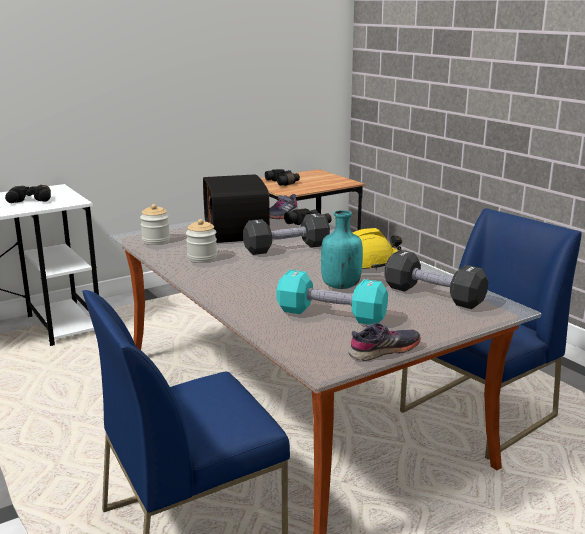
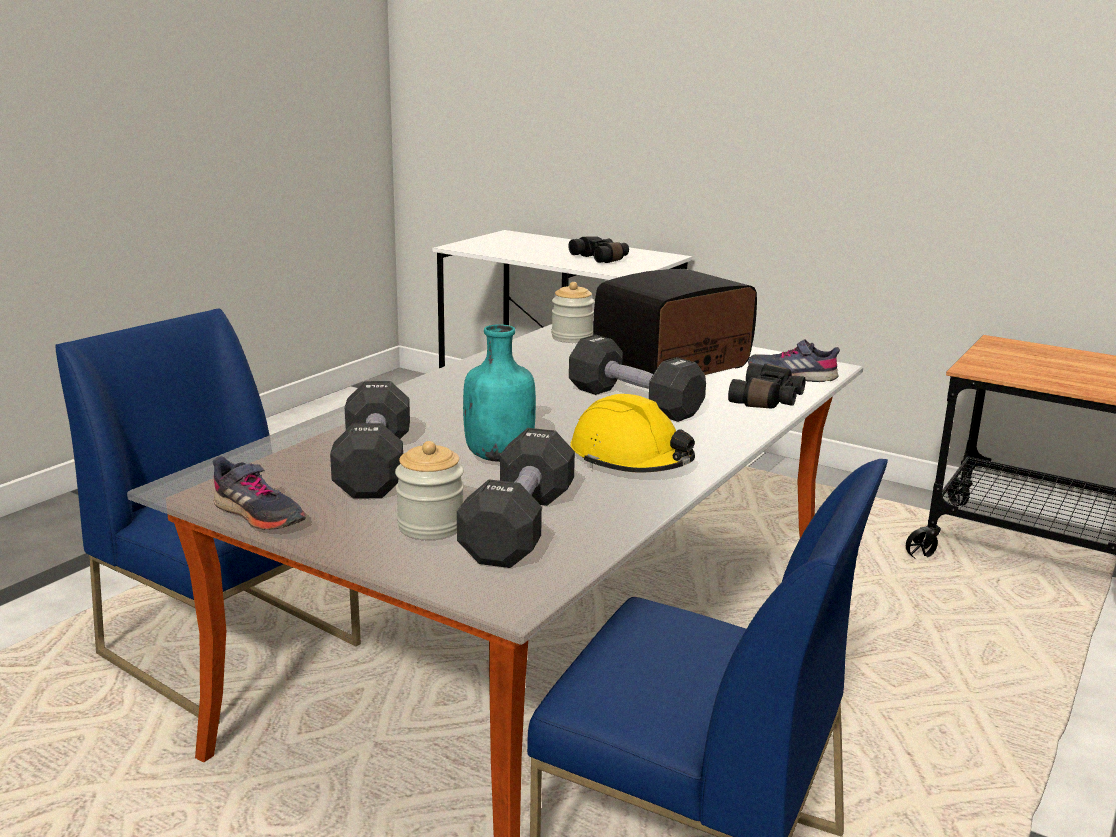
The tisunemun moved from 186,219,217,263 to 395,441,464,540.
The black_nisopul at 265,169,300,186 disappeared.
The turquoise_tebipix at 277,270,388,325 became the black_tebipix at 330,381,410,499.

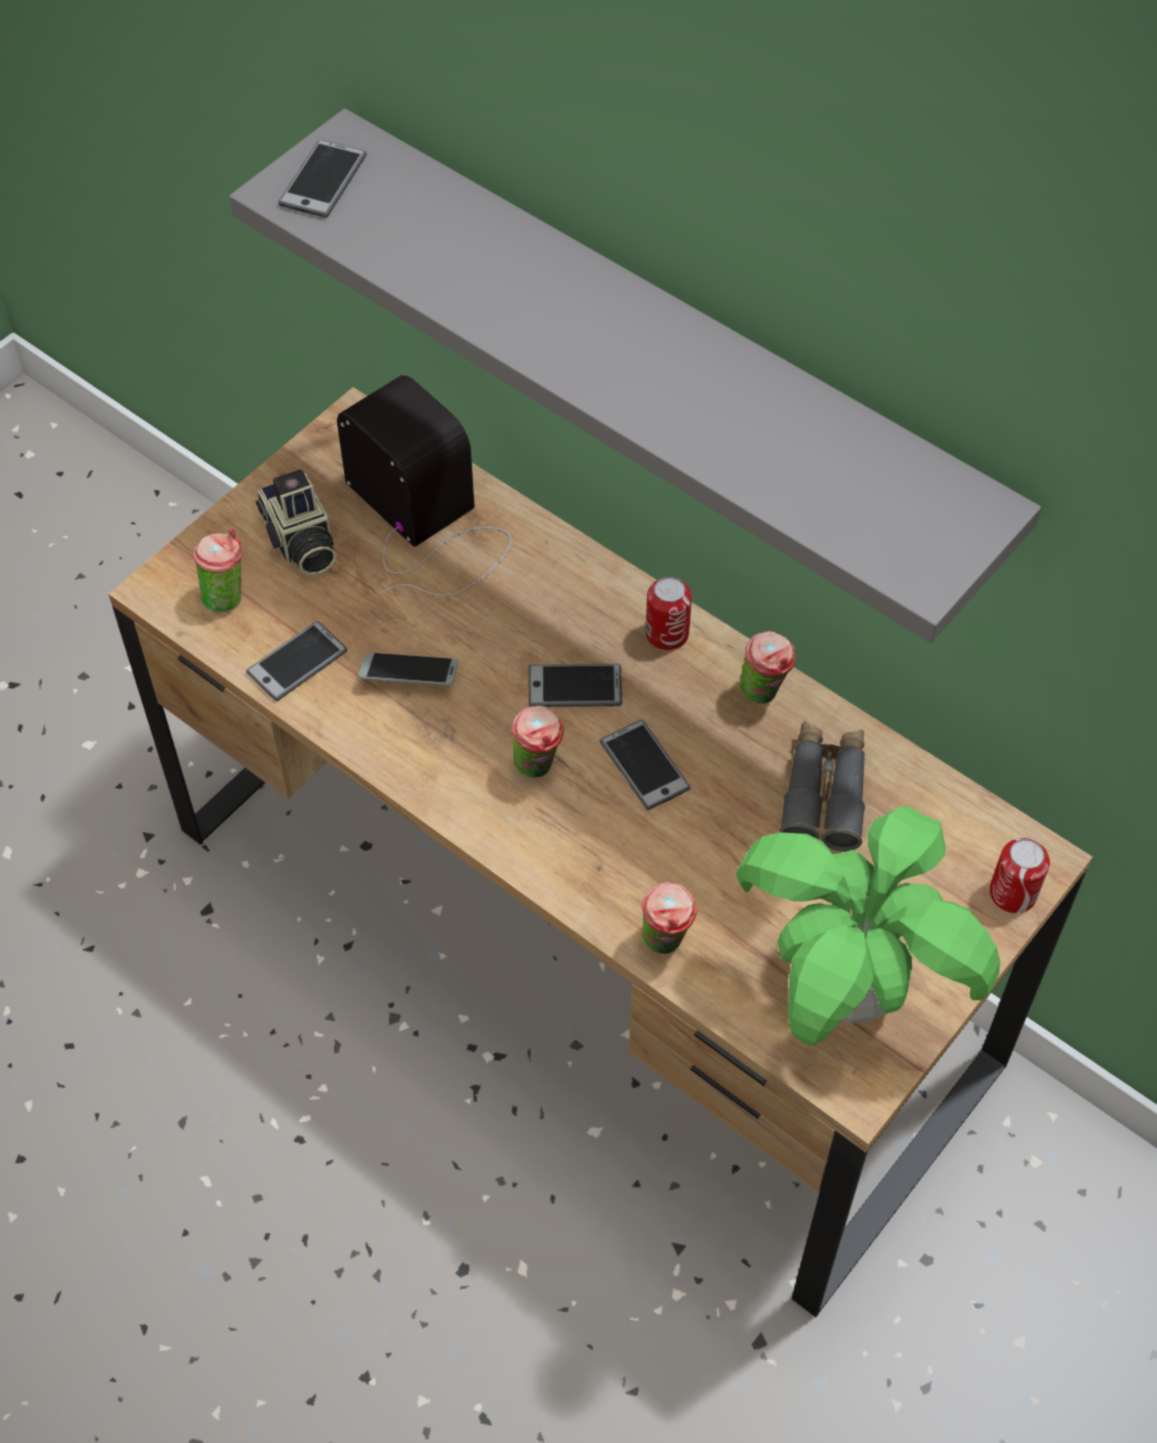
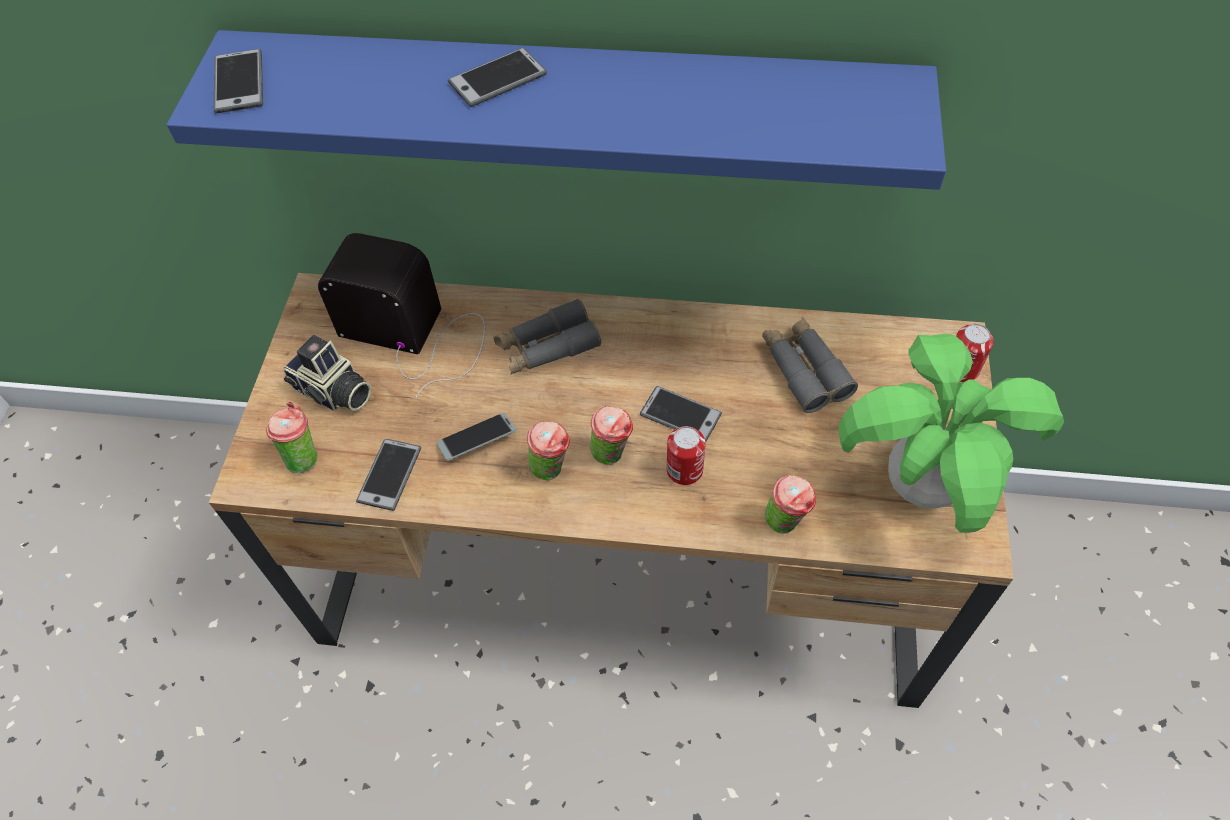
The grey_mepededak at 229,108,1041,643 became the blue_mepededak at 167,30,946,190.
The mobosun moved from 529,664,622,707 to 448,48,547,107.
The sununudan moved from 645,577,692,650 to 667,426,706,485.
The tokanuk moved from 740,631,796,704 to 527,421,570,480.
The grey_nisopul at 493,299,601,374 appeared.

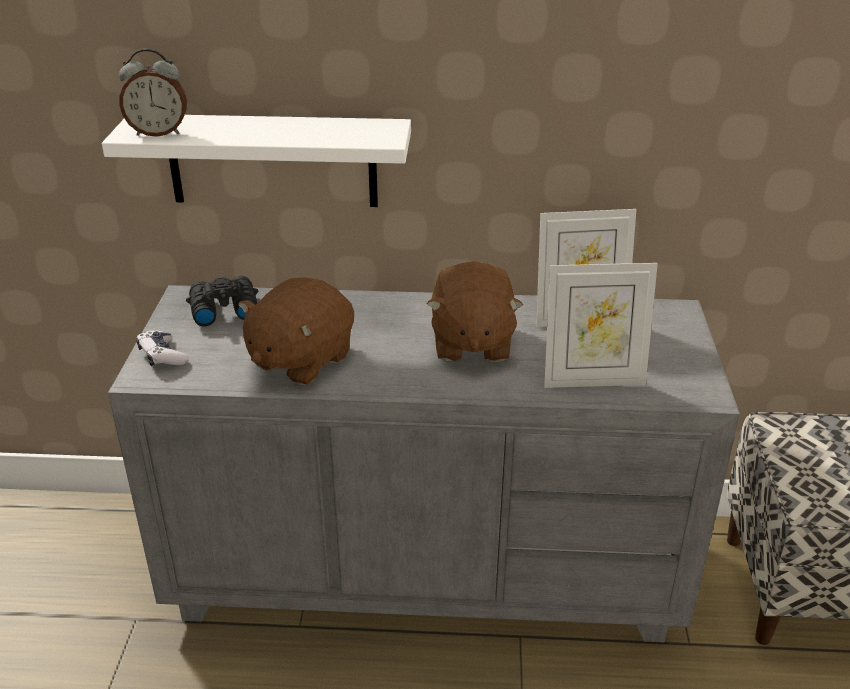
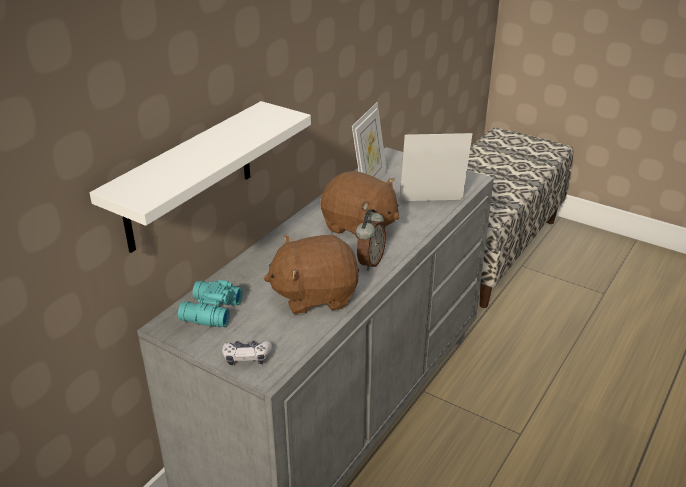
The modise moved from 119,48,187,137 to 356,209,386,271.
The black_nisopul at 186,276,258,326 became the turquoise_nisopul at 178,280,242,327.
The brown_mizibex at 238,277,354,385 turned 105 degrees clockwise.
The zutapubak at 544,263,658,388 turned 120 degrees counterclockwise.

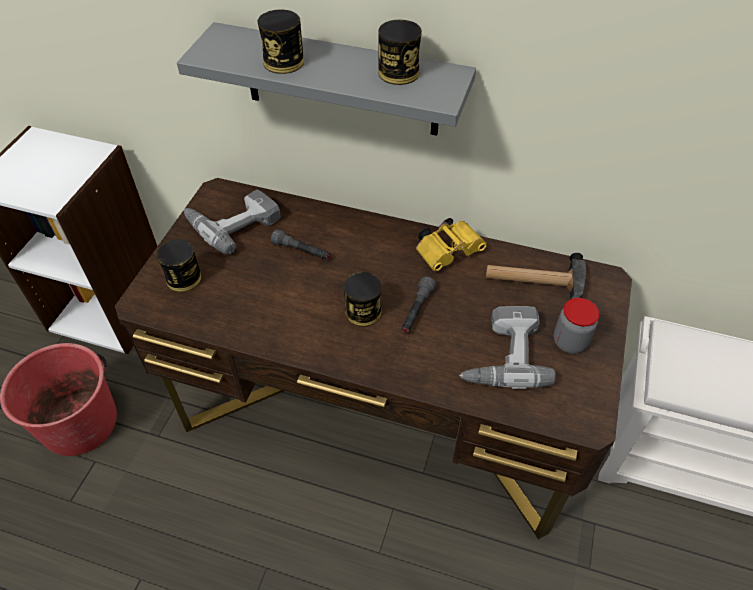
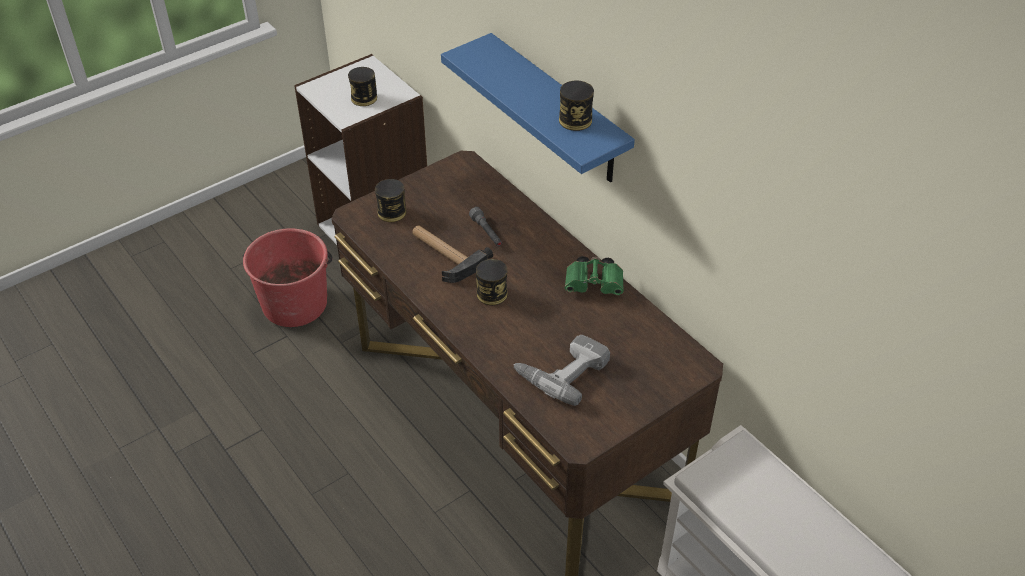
The grey_mepededak at 177,22,476,136 became the blue_mepededak at 441,33,635,182.
The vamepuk at 184,190,281,255 disappeared.
The sununudan moved from 257,9,304,74 to 348,67,377,106.
The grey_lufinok at 401,276,436,333 disappeared.
The yellow_nisopul at 416,218,487,271 became the green_nisopul at 565,256,624,295.
The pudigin moved from 485,253,586,299 to 412,225,493,283.
The tisunemun at 554,298,600,354 disappeared.

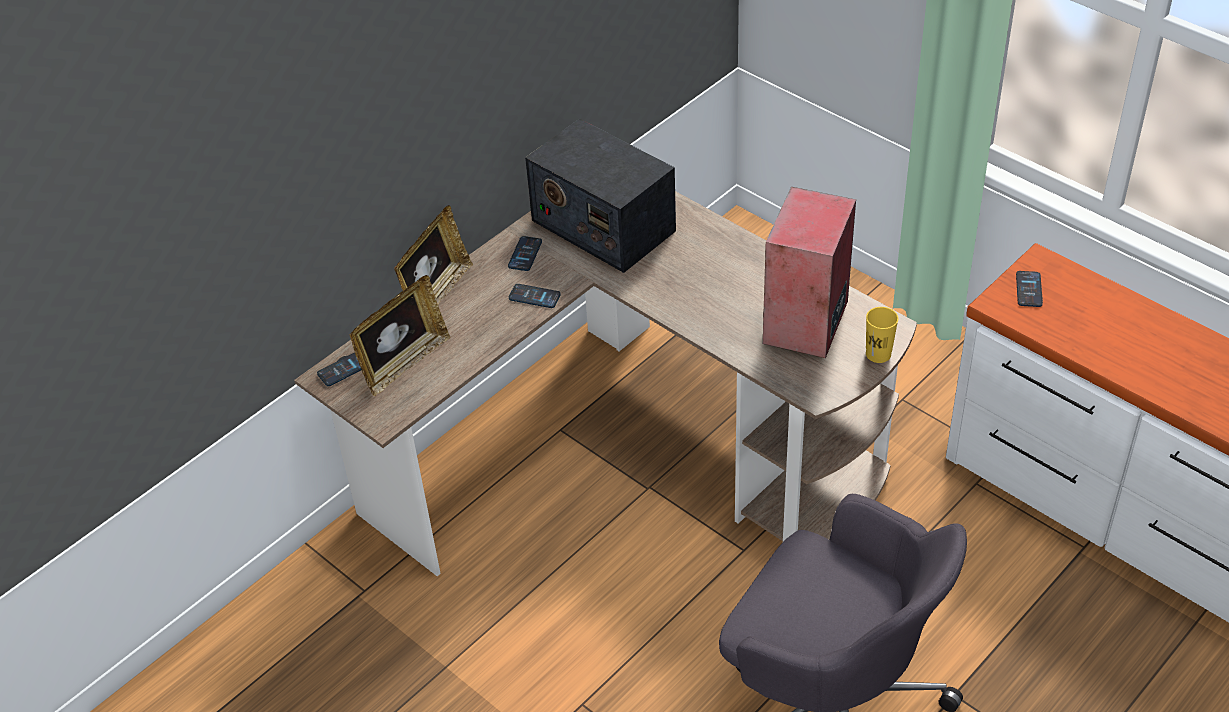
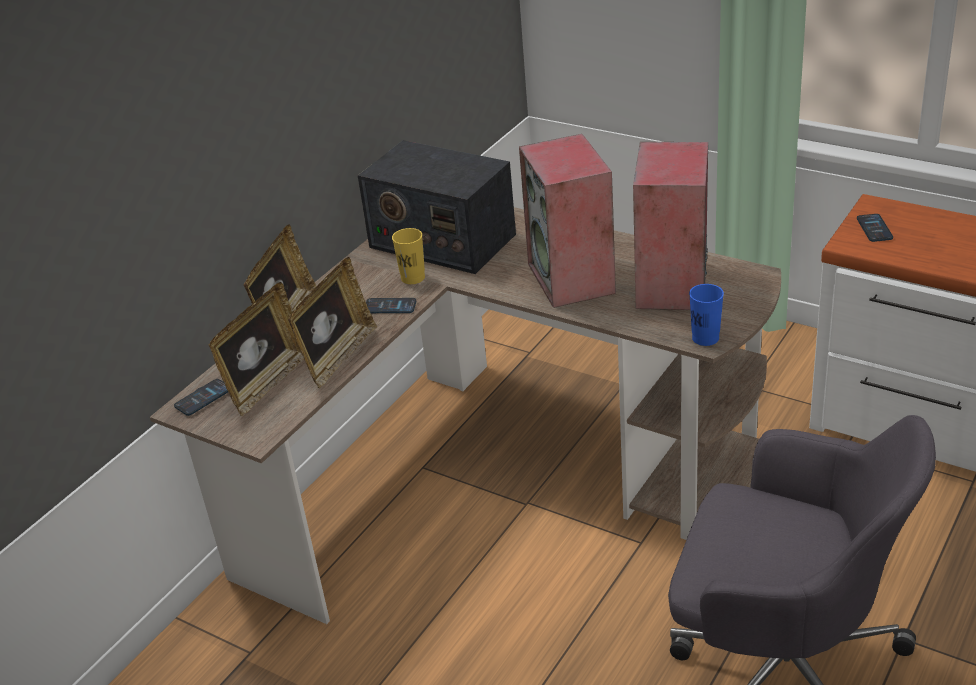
The mobosun at 508,236,542,271 disappeared.
The yellow_tokanuk moved from 866,307,898,363 to 392,228,425,284.
The zutapubak at 288,257,377,388 appeared.
The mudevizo at 519,134,616,308 appeared.
The blue_tokanuk at 689,284,724,346 appeared.

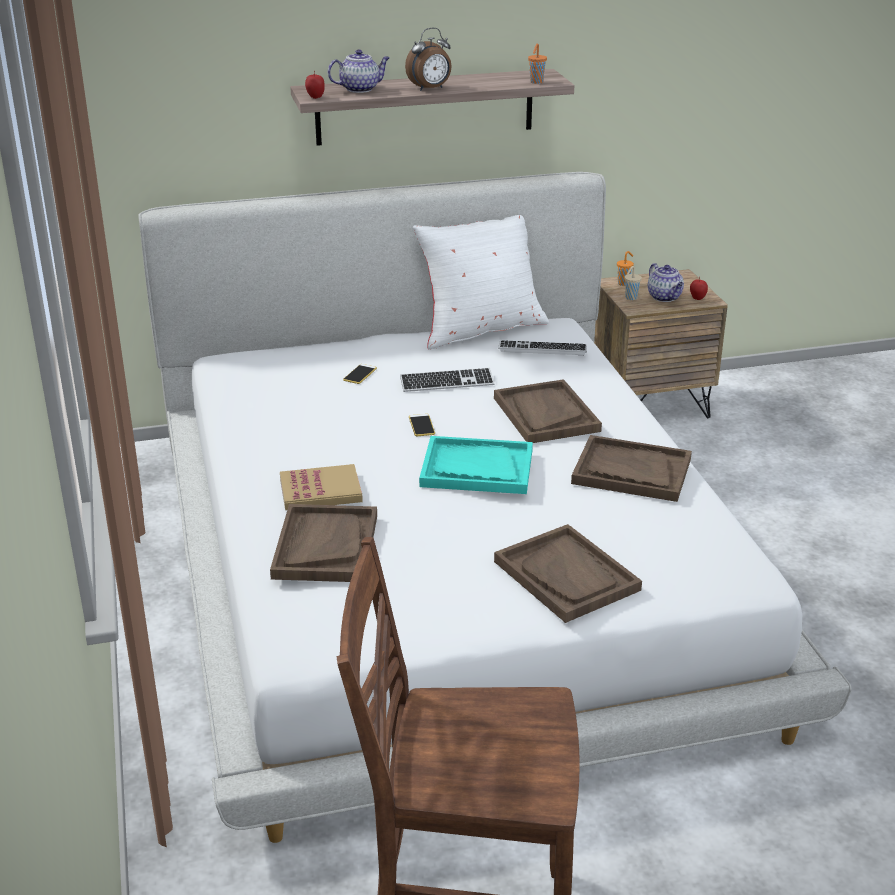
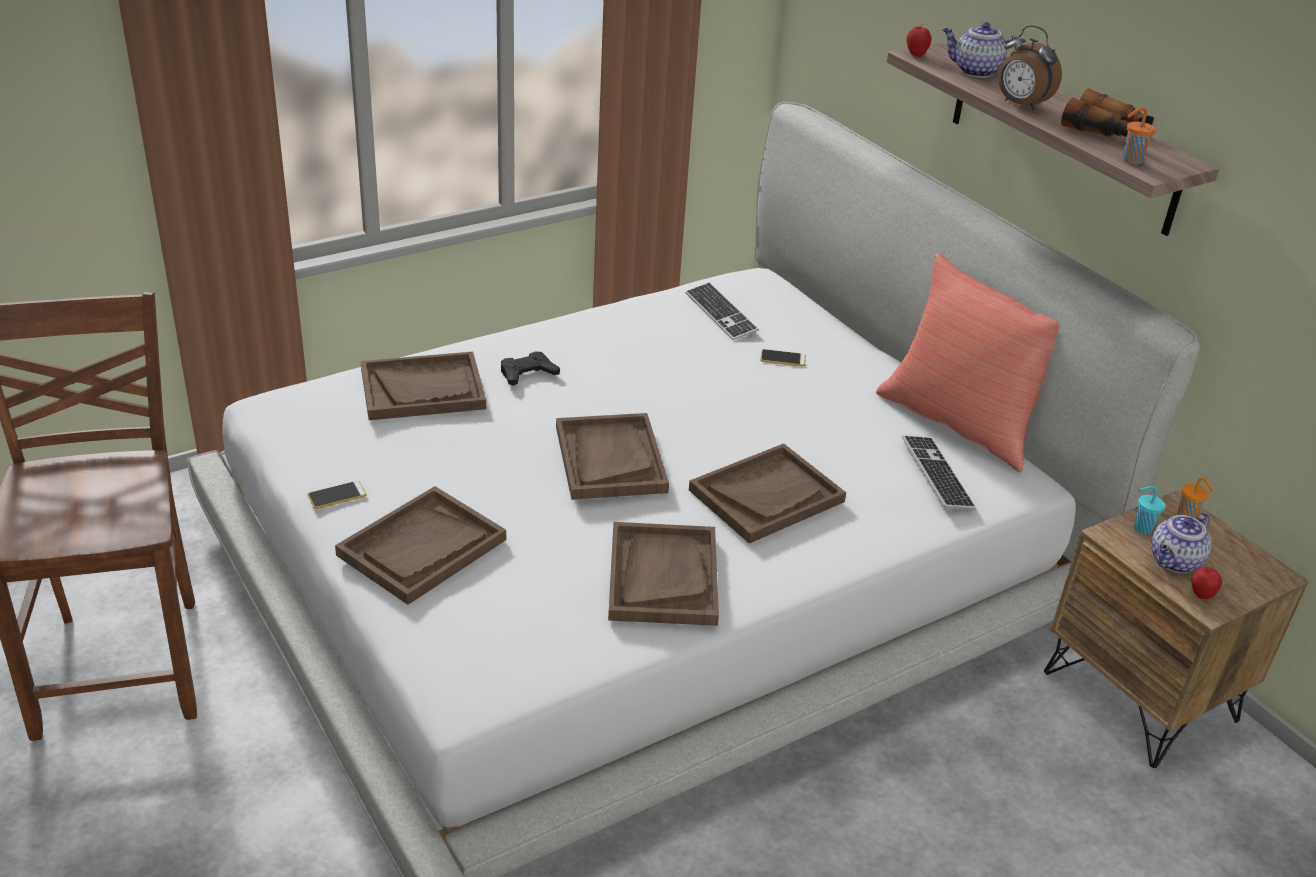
The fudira at 280,464,363,510 was replaced by the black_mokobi at 501,352,560,386.
The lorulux at 328,49,390,93 turned 150 degrees clockwise.
The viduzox moved from 400,368,495,392 to 685,282,759,340.
The mobosun moved from 409,414,435,436 to 308,481,367,509.
The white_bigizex at 412,215,549,350 became the red_bigizex at 876,253,1059,472.
The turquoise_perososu at 419,436,533,494 became the brown_perososu at 556,413,669,500.
The beige_tokanuk at 624,266,642,300 became the turquoise_tokanuk at 1134,486,1165,535.
The nisopul at 1061,89,1154,137 appeared.

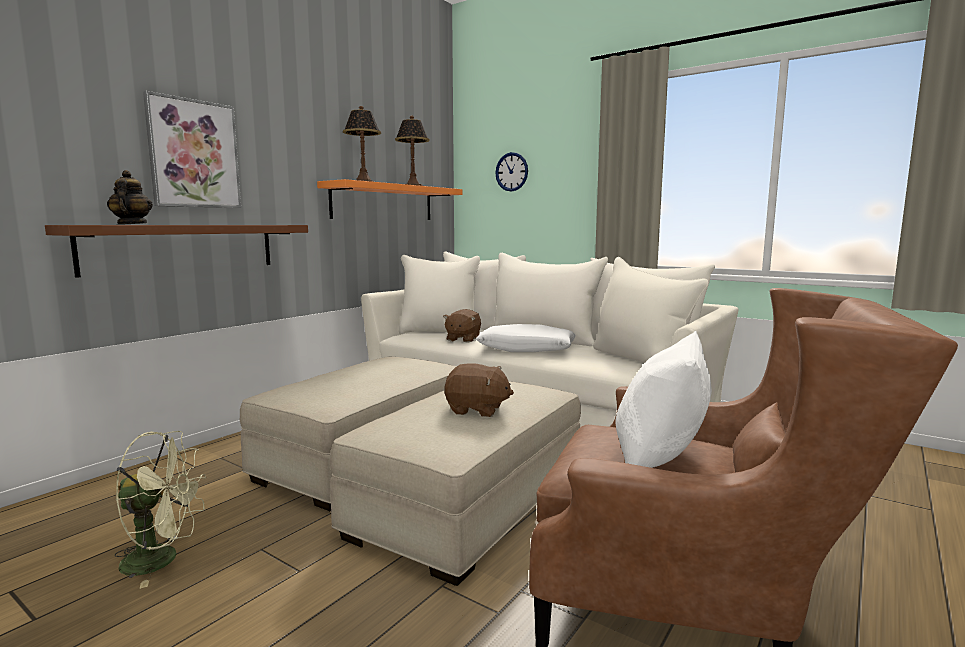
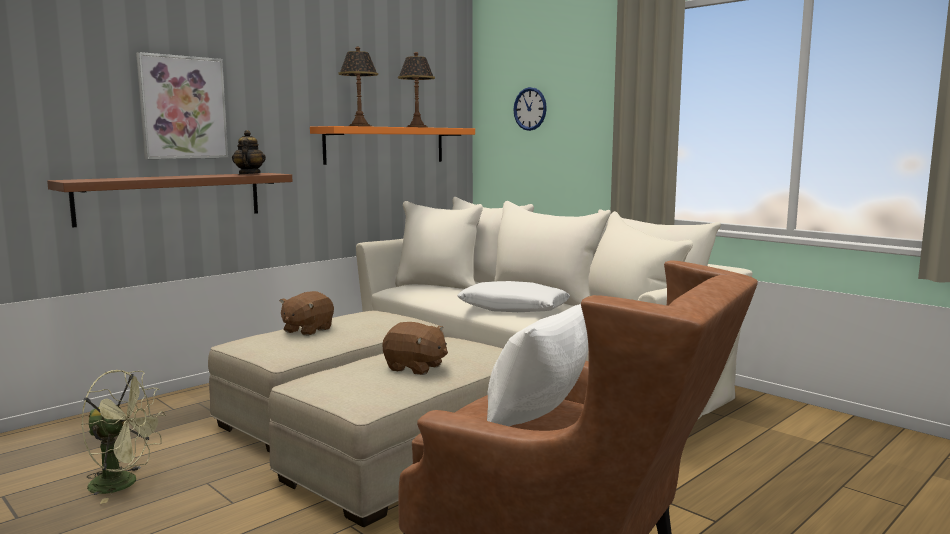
The lorulux moved from 107,170,153,225 to 232,130,266,174.
The brown_mizibex moved from 443,309,481,342 to 280,291,334,336.

